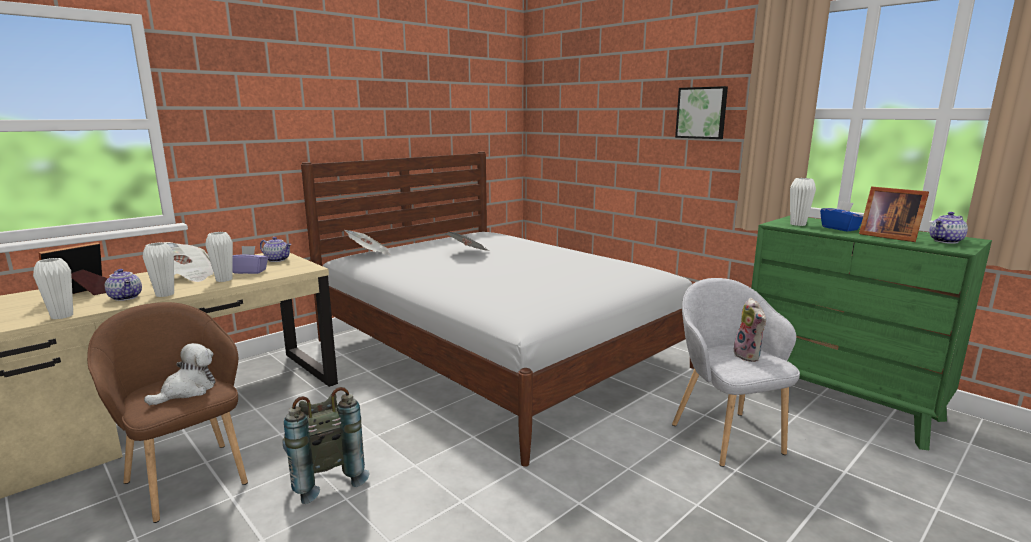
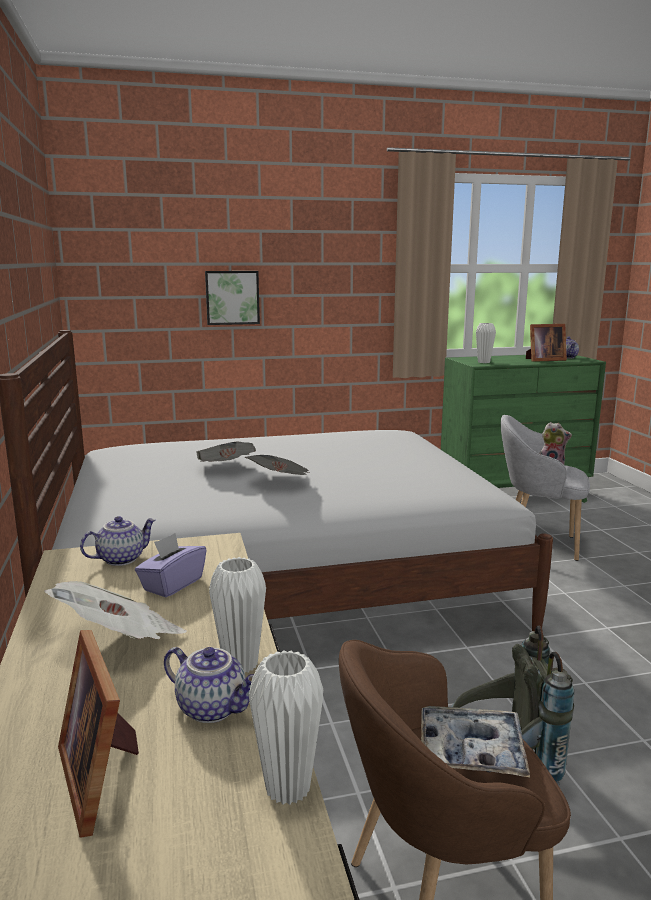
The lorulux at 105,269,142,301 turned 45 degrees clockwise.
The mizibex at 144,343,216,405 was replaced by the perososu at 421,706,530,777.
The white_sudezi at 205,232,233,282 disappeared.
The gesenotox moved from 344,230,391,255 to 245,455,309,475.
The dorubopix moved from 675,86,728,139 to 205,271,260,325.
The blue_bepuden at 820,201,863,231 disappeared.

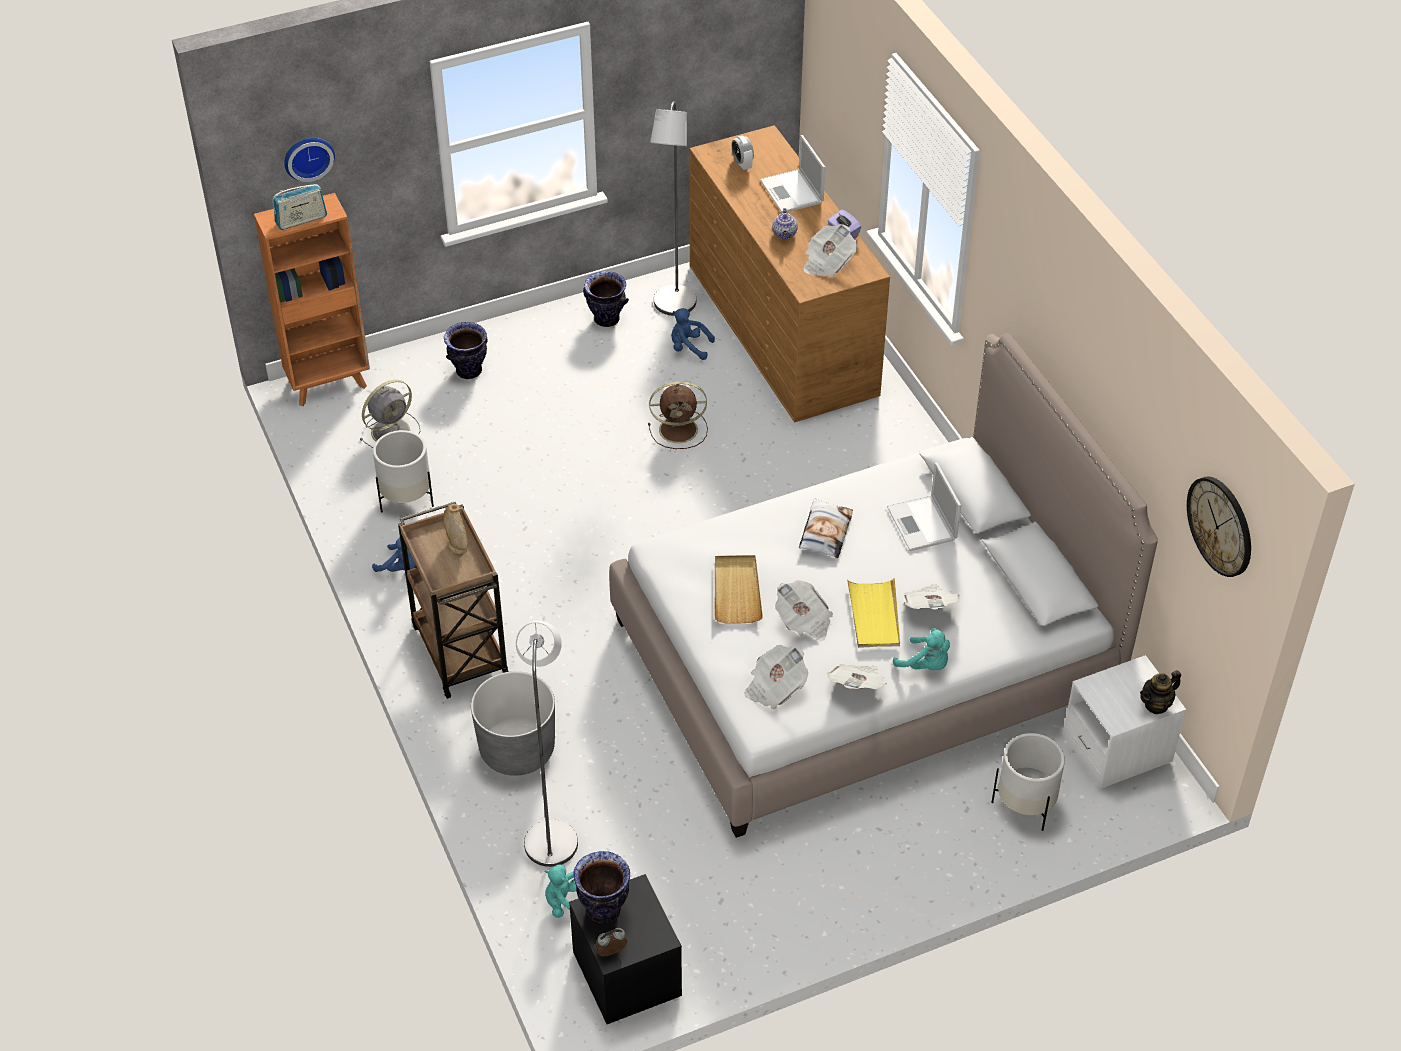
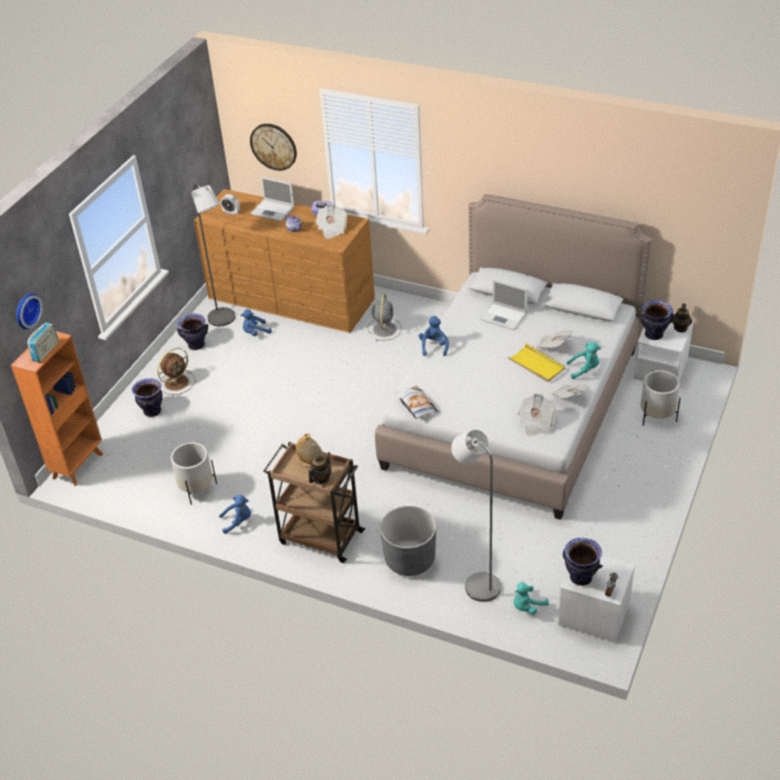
The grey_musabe moved from 359,380,420,448 to 368,294,402,341.
The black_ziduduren at 569,874,682,1024 became the white_ziduduren at 558,555,635,643.
The brown_musabe moved from 648,381,708,449 to 157,348,196,395.
The beige_perososu at 714,555,763,624 disappeared.
The gesenotox at 775,581,833,641 disappeared.
The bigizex moved from 799,498,853,558 to 394,386,439,419.
The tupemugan moved from 1187,476,1251,577 to 250,124,297,171.
The lorulux at 308,452,331,484 appeared.
The blue_mizibex at 419,316,449,356 appeared.
The sudezi at 639,300,674,340 appeared.

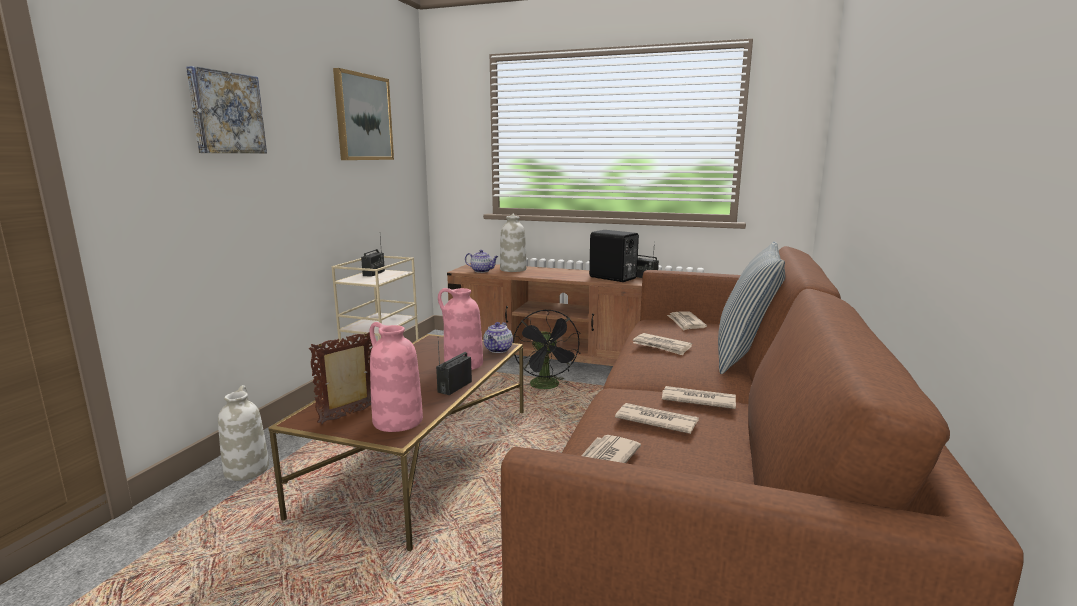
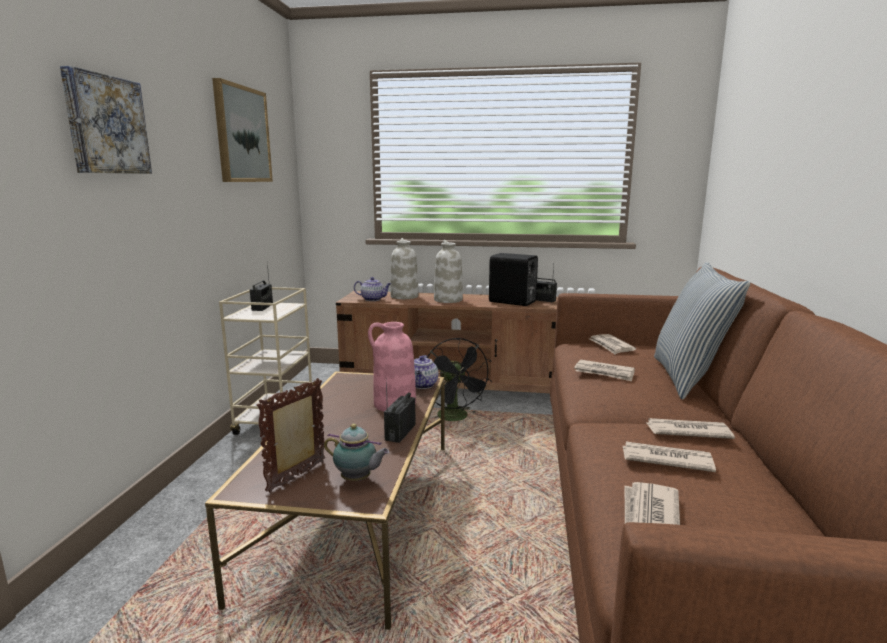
The white_sudezi moved from 218,385,269,481 to 434,240,463,303.
The pink_sudezi at 370,322,423,432 was replaced by the lorulux at 324,423,389,481.

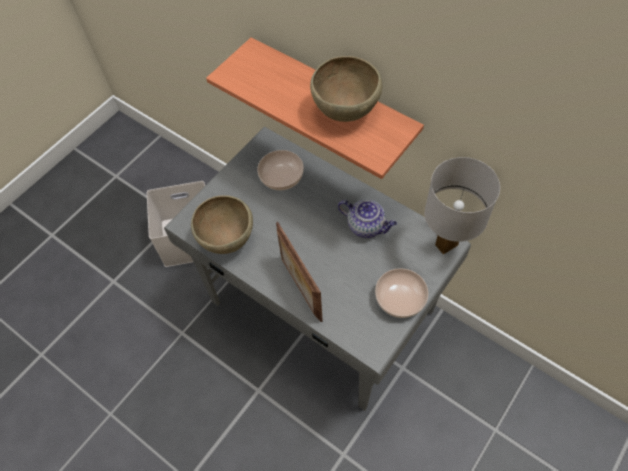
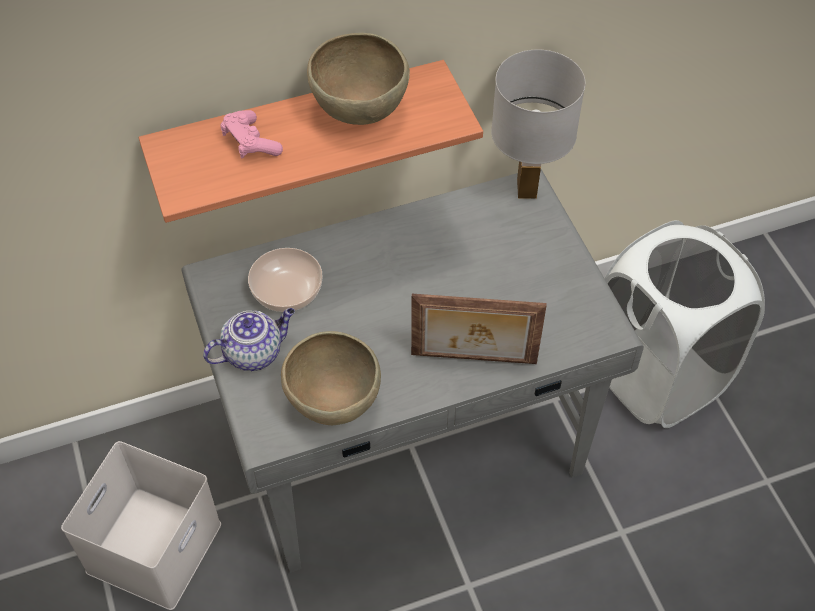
The lorulux moved from 338,200,397,238 to 203,308,295,371.
The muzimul at 375,268,428,318 disappeared.
The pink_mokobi at 220,110,283,159 appeared.
The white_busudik at 604,220,765,428 appeared.

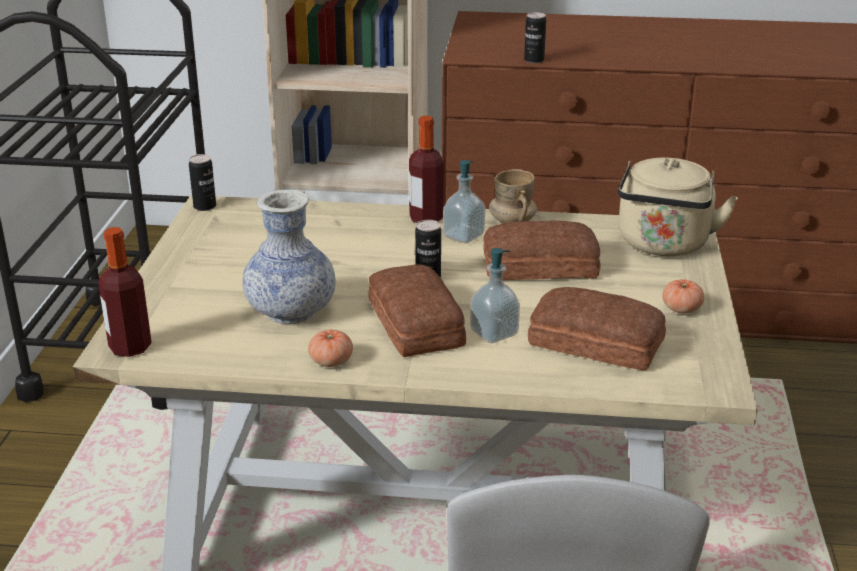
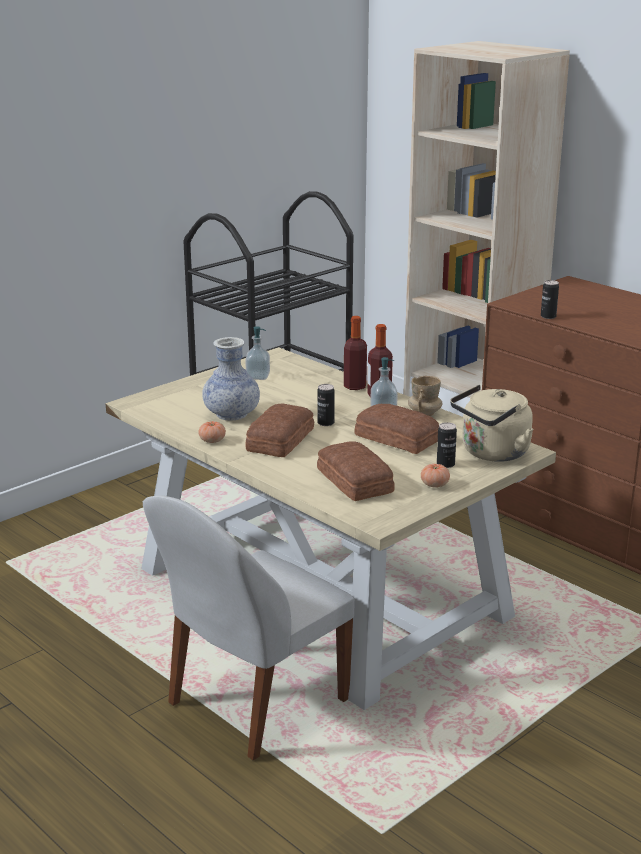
The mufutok moved from 98,227,152,357 to 344,316,367,390.
The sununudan moved from 189,154,216,211 to 437,422,457,468.
The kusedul moved from 470,248,520,343 to 245,326,270,380.

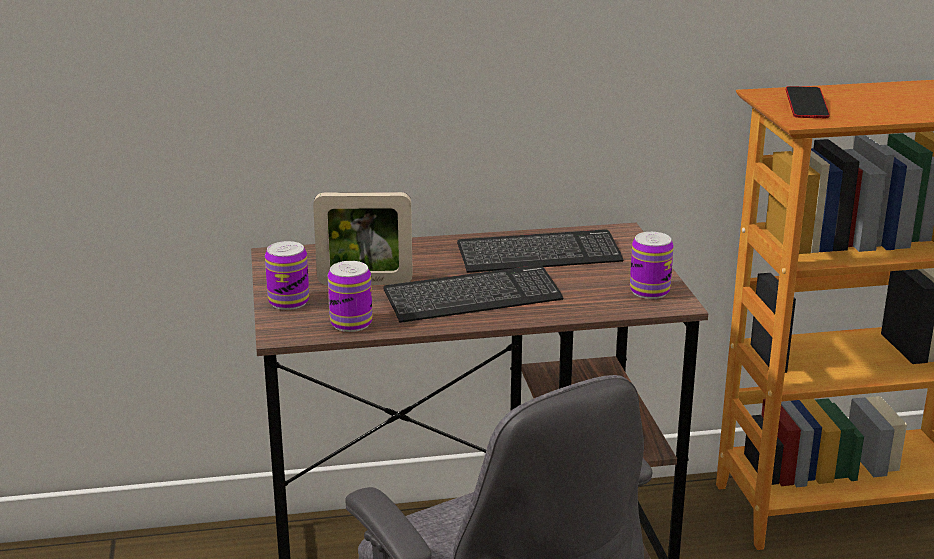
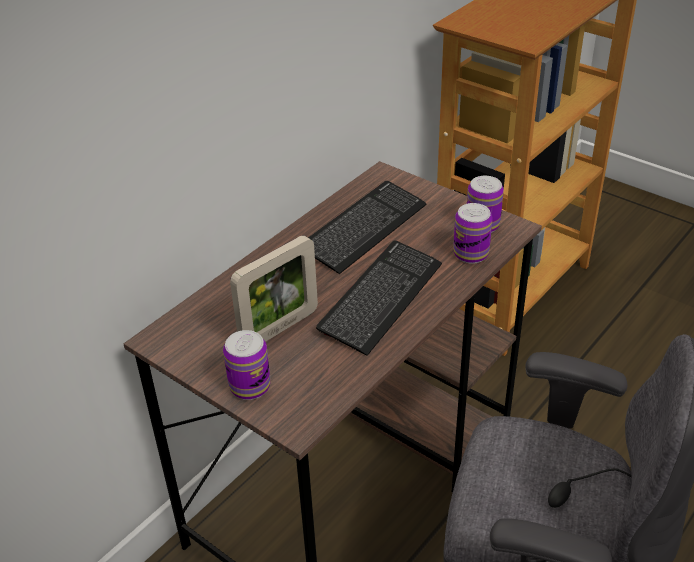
The sununudan moved from 328,261,372,332 to 453,203,493,264.
The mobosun at 786,86,830,118 disappeared.

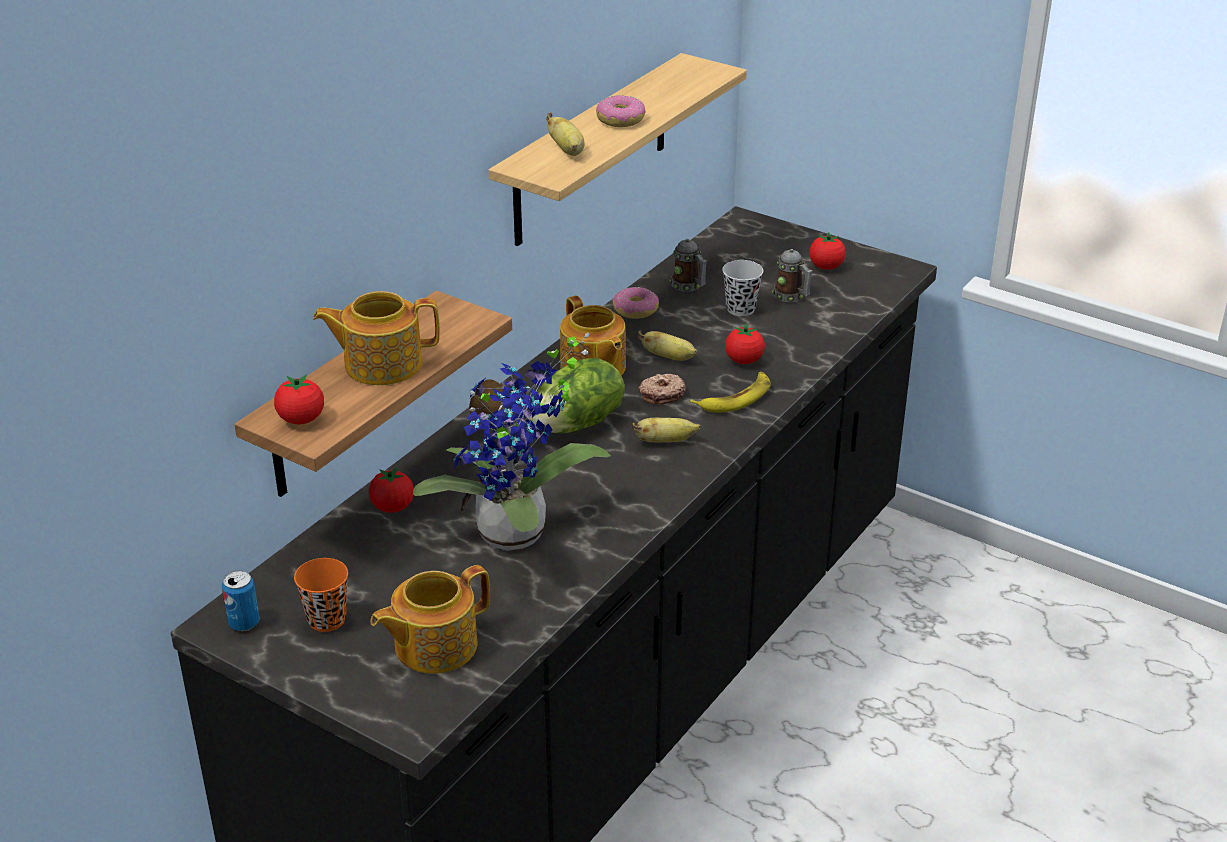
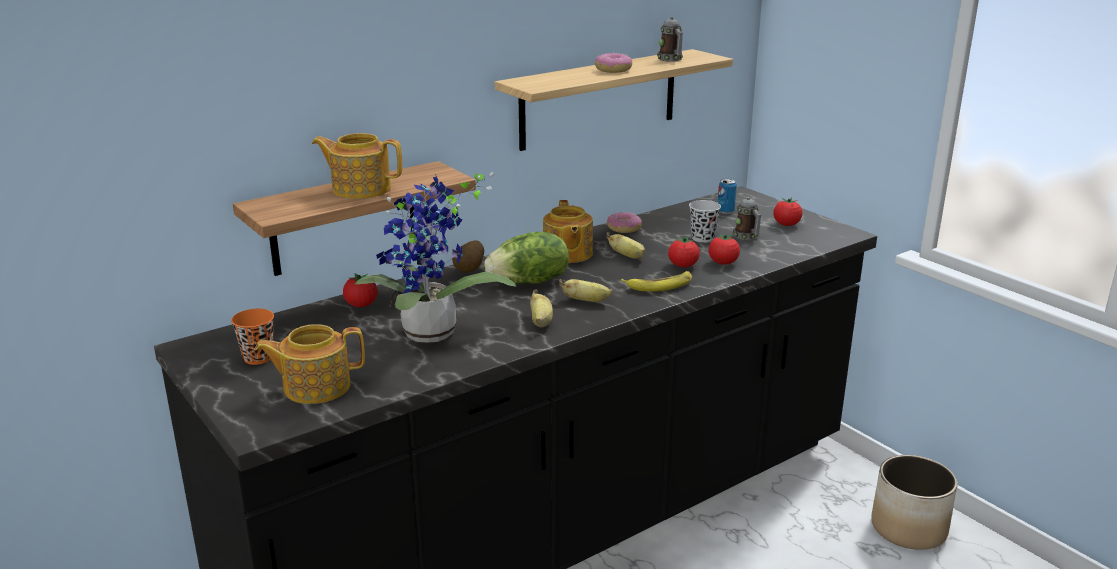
The sununudan moved from 222,570,260,631 to 718,179,737,214.
The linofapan moved from 274,374,324,424 to 709,233,740,265.
The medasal moved from 546,112,584,156 to 530,289,553,328.
The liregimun at 639,374,686,405 disappeared.
The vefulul moved from 670,239,707,292 to 657,17,683,62.
The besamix at 871,455,958,550 appeared.

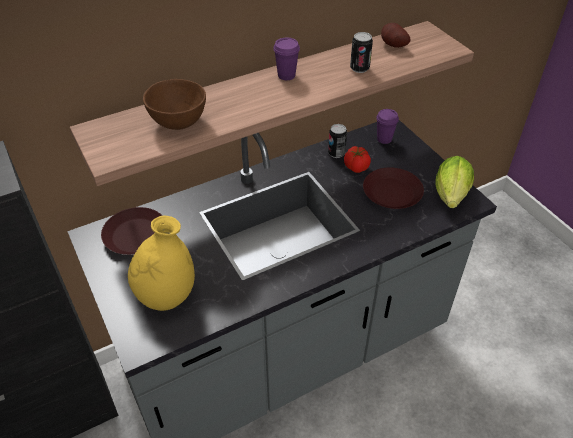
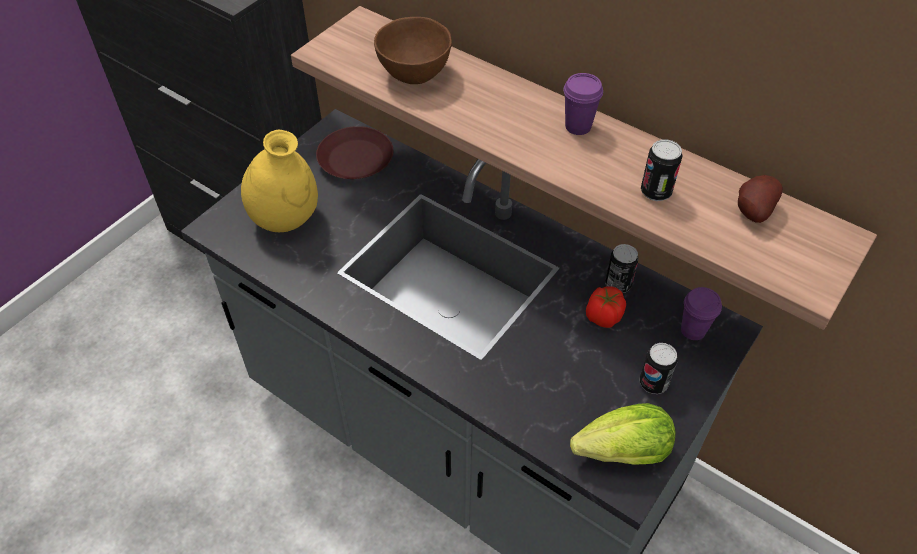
The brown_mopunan at 363,167,424,209 disappeared.
The sununudan at 640,343,678,394 appeared.

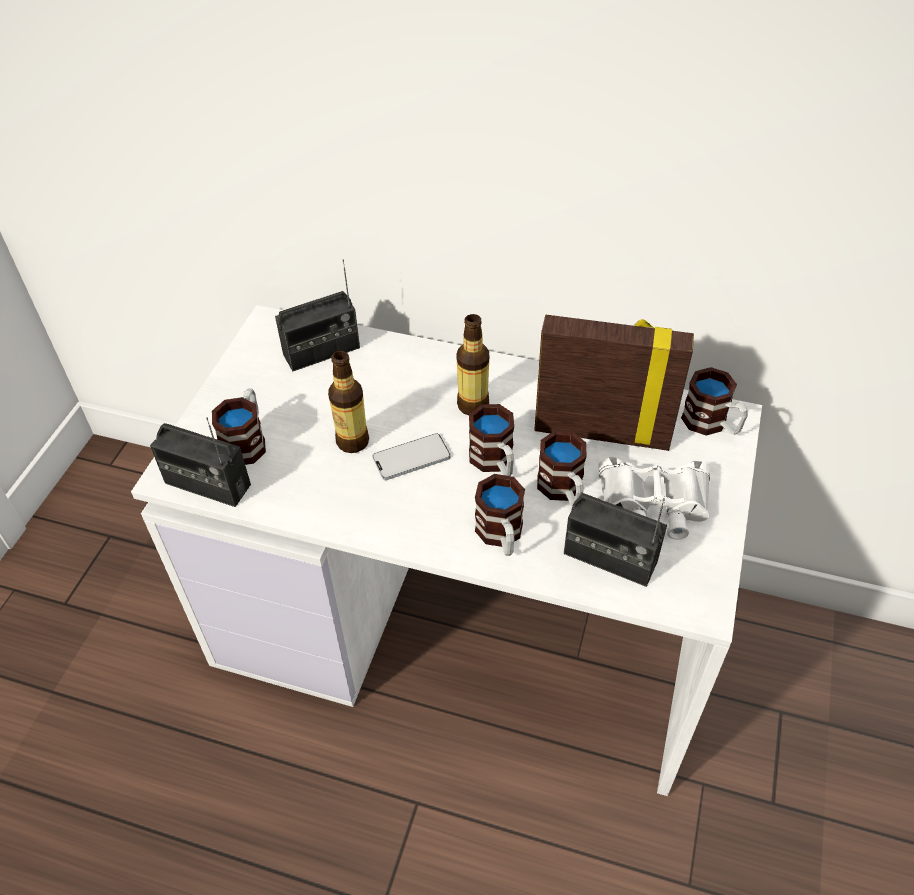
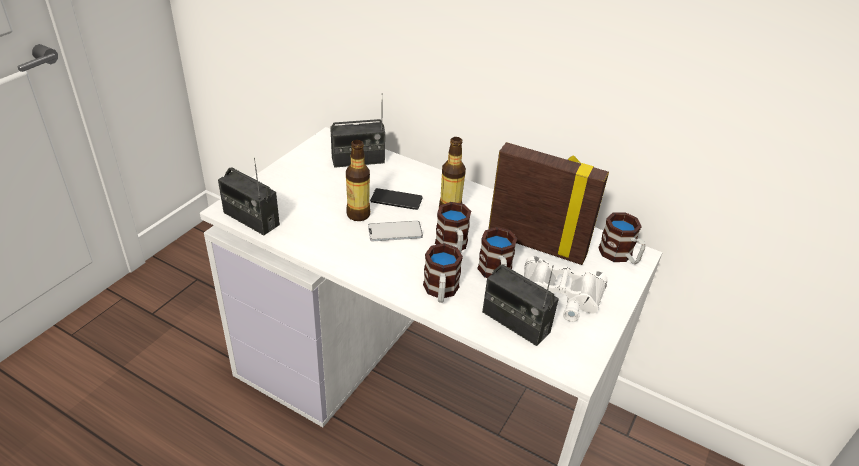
The vefulul at 212,388,266,465 disappeared.
The mobosun at 370,188,423,210 appeared.

